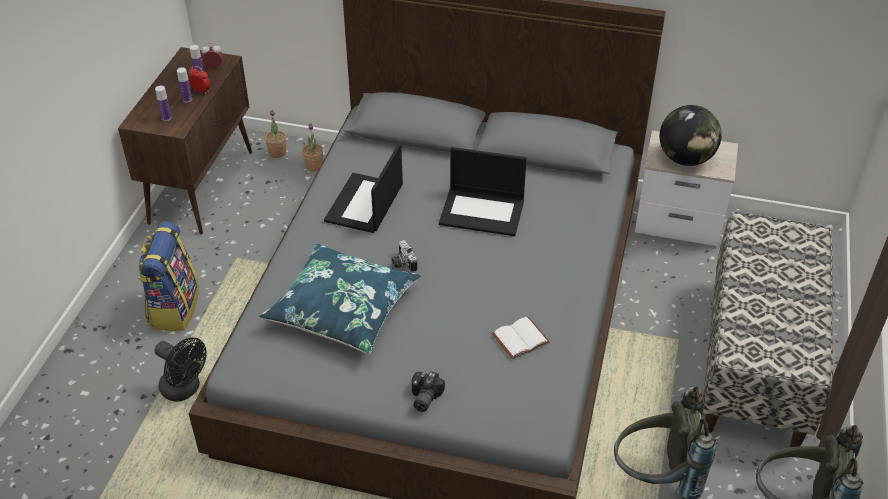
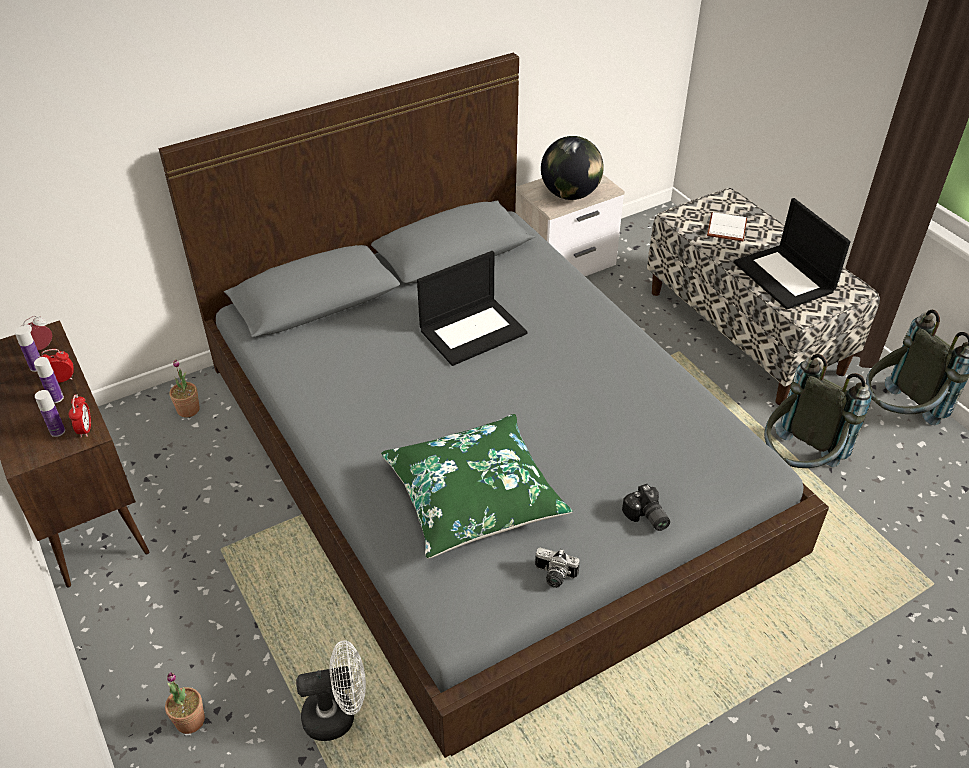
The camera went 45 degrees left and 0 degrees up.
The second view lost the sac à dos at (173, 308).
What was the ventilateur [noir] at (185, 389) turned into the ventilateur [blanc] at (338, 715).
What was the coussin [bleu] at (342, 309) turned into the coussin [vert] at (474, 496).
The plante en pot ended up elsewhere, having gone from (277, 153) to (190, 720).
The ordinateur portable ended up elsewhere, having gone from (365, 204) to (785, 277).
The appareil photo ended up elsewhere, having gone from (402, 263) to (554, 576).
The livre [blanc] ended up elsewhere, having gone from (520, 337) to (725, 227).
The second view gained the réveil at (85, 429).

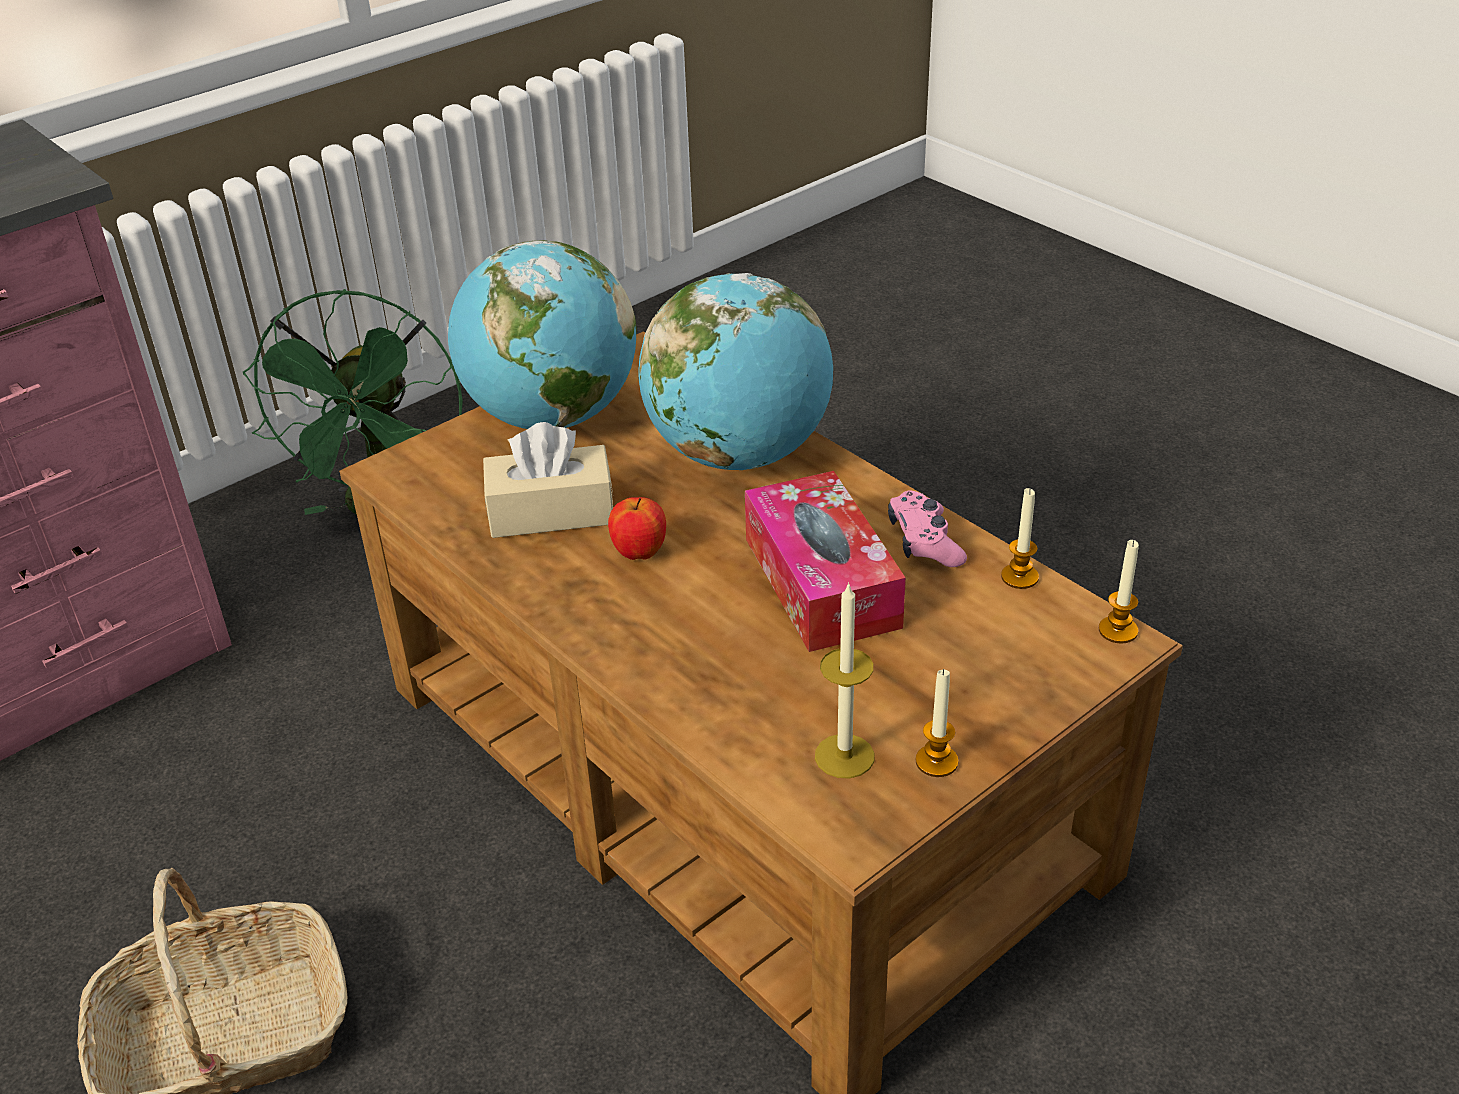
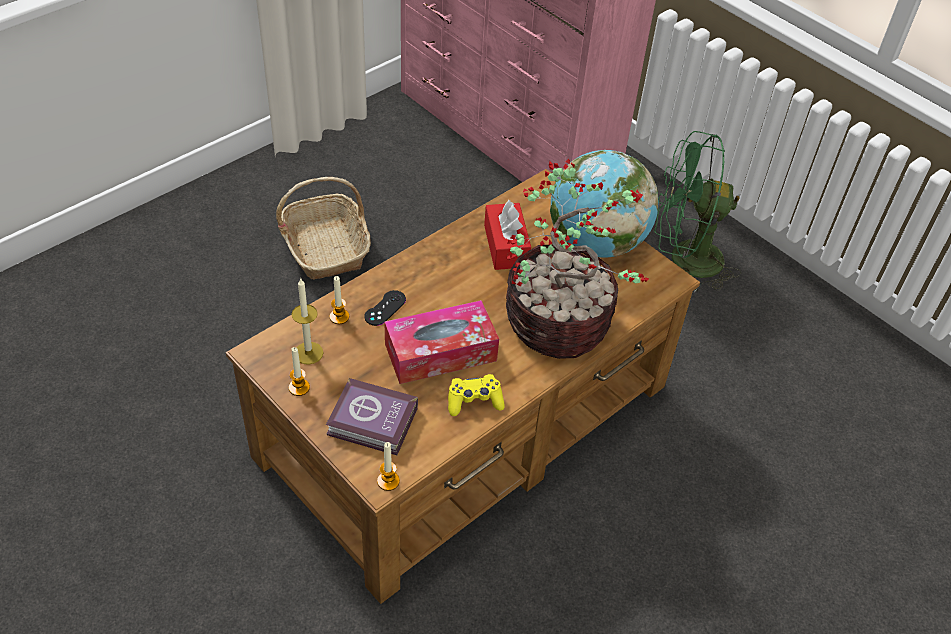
The camera went 85 degrees right and 10 degrees up.
What was the boîte à mouchoirs [beige] at (551, 512) turned into the boîte à mouchoirs [rouge] at (506, 246).
The second view lost the pomme at (639, 553).
Where the globe stood at (739, 455), the plante en pot came to stand at (561, 322).
What was the manette [rose] at (924, 542) turned into the manette [jaune] at (474, 401).
The bougie ended up elsewhere, having gone from (1019, 577) to (339, 317).
The second view gained the livre at (374, 423).
The second view gained the manette [noir] at (385, 308).

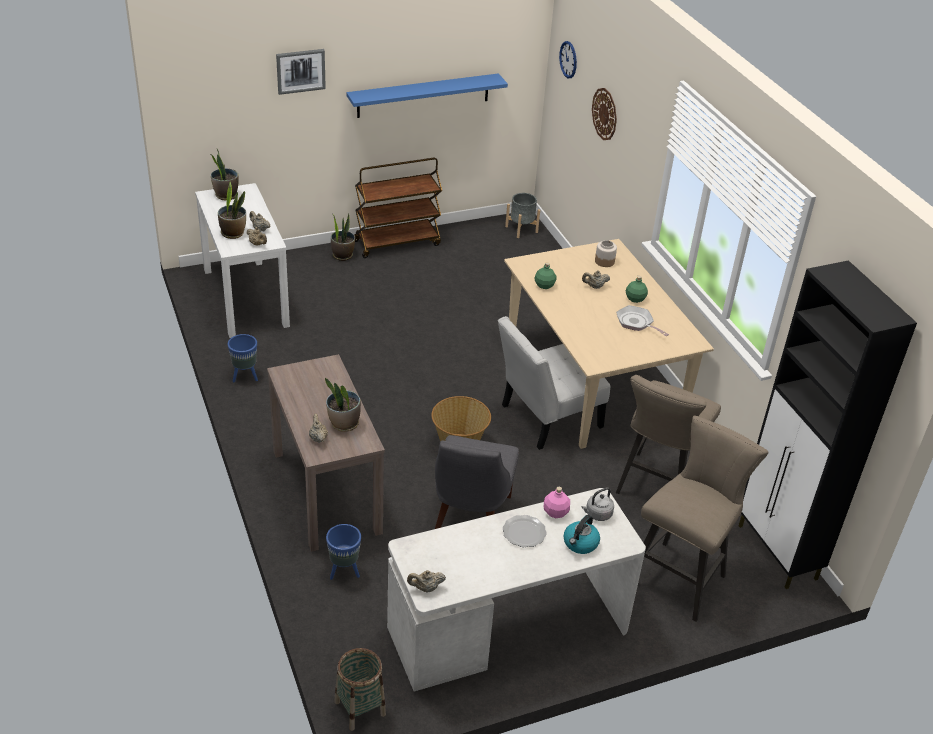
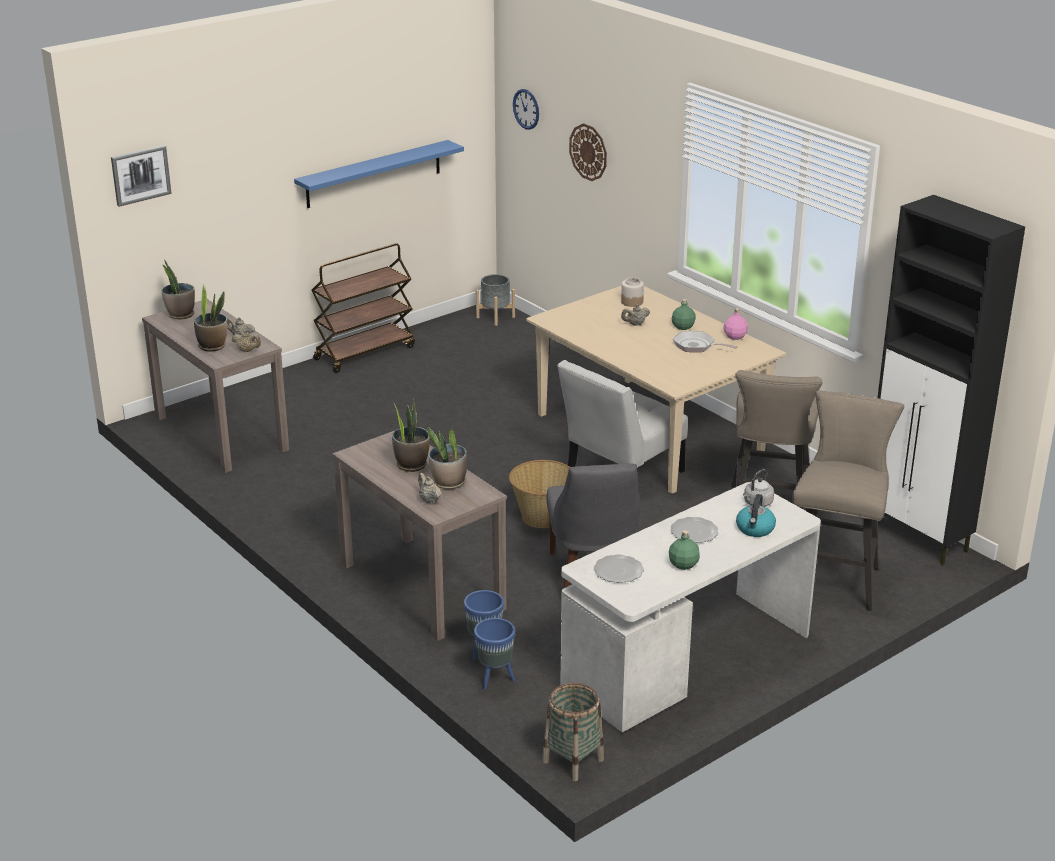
The camera went 15 degrees left and 10 degrees down.
What was the table console [blanc] at (245, 297) turned into the table console [marron] at (220, 432).
The cache-pot [bleu] ended up elsewhere, having gone from (245, 377) to (495, 679).
The tableau ended up elsewhere, having gone from (300, 71) to (140, 175).
The plante en pot ended up elsewhere, having gone from (342, 255) to (411, 464).
The second view lost the théière [beige] at (426, 588).
The bouteille [vert] ended up elsewhere, having gone from (544, 285) to (684, 565).
The bouteille [rose] ended up elsewhere, having gone from (555, 512) to (735, 336).
The second view gained the assiette at (618, 570).

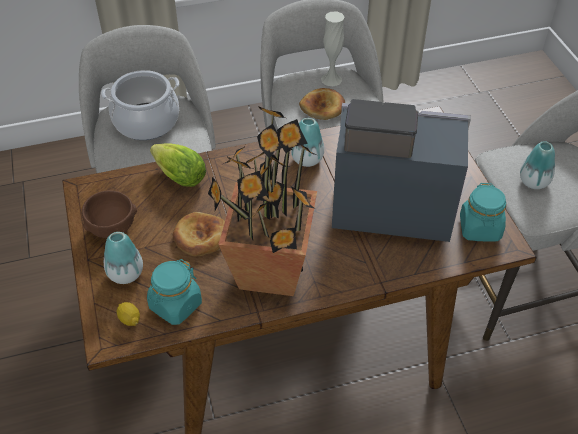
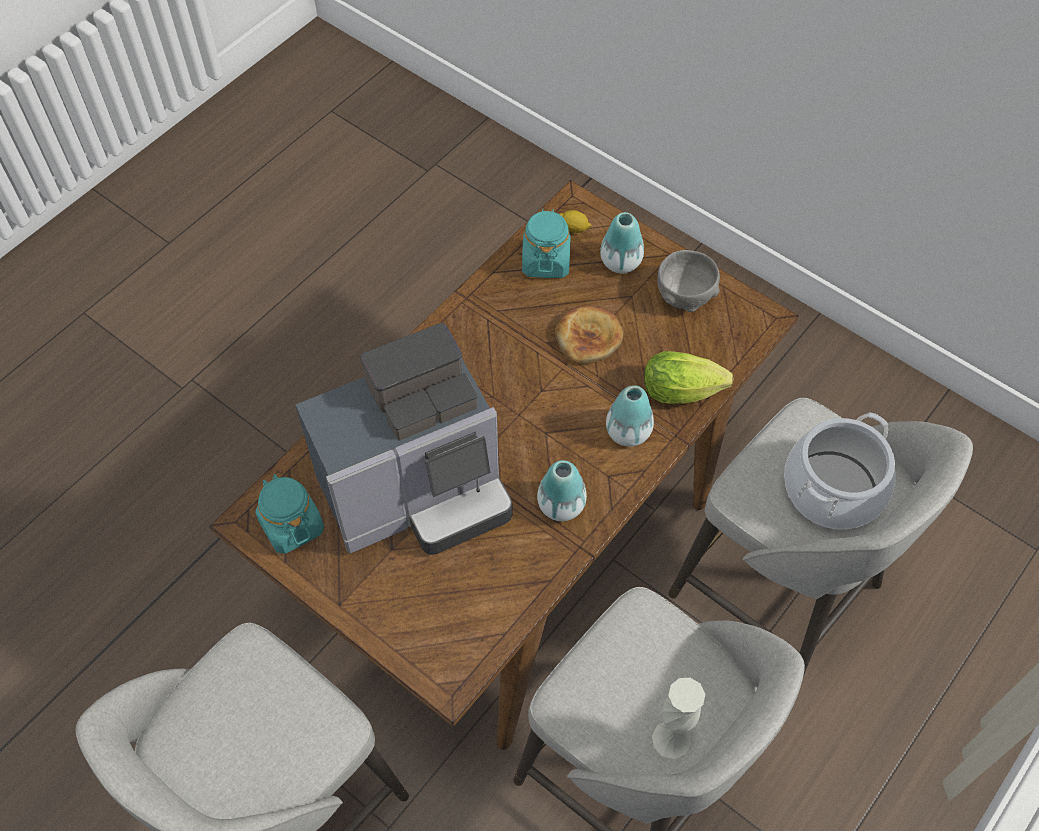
The camera went 145 degrees right and 10 degrees up.
What was the bol [marron] at (112, 227) turned into the bol [gris] at (685, 295).
The second view lost the plante en pot at (269, 271).
The second view lost the pain at (323, 107).
The vase ended up elsewhere, having gone from (533, 182) to (628, 432).

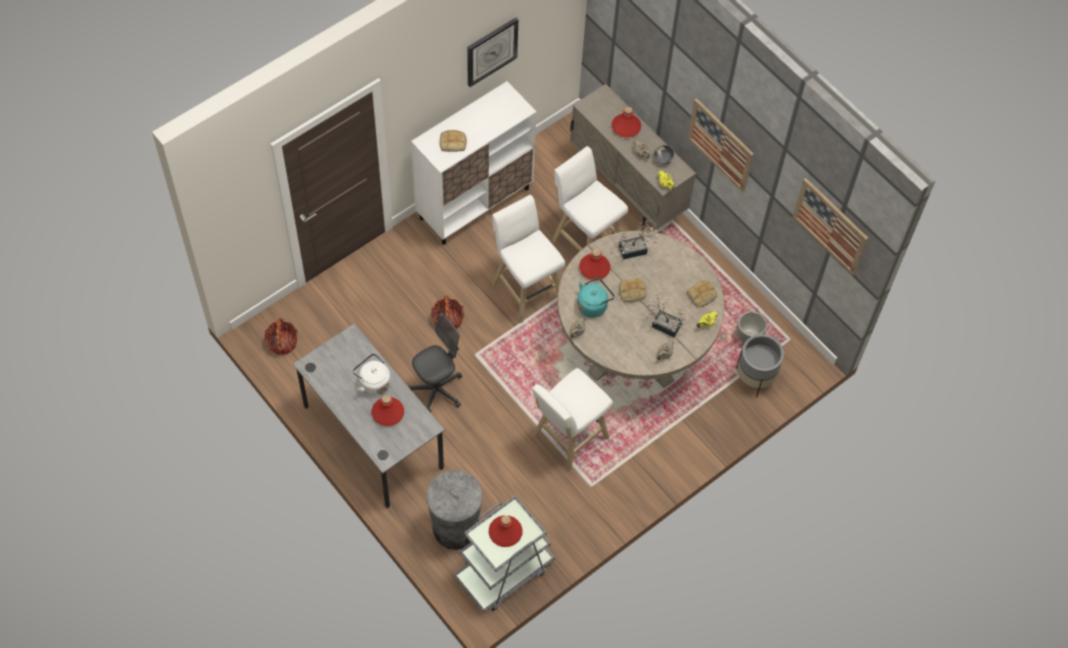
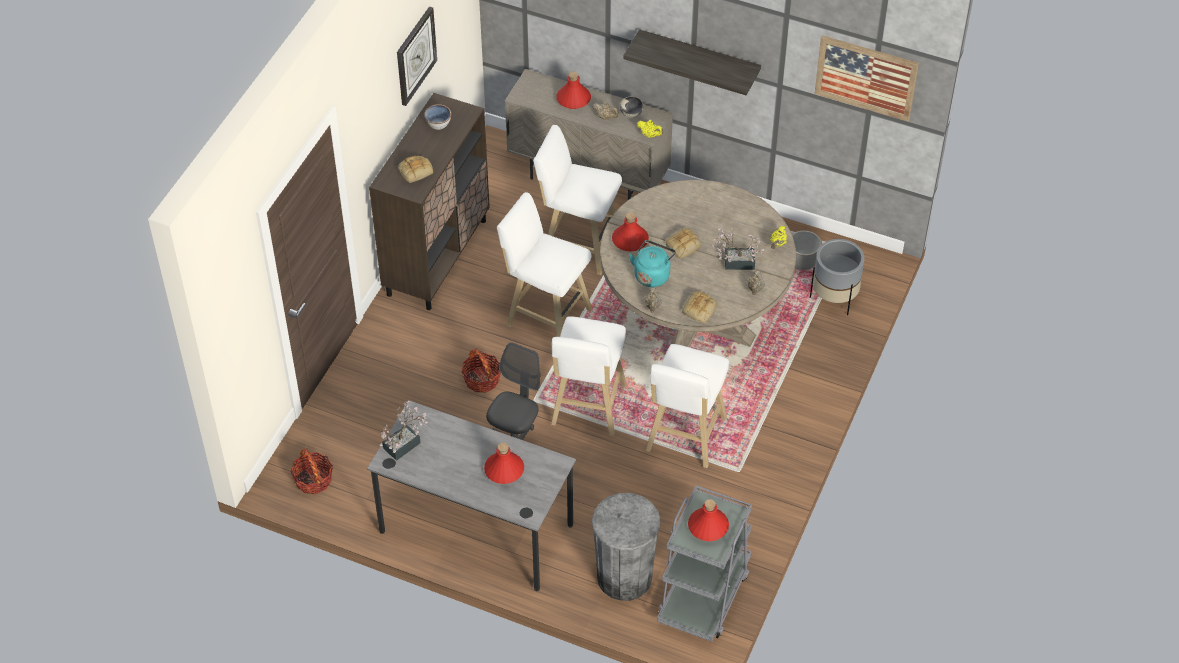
The camera went 25 degrees left and 10 degrees down.
The second view lost the bouilloire [blanc] at (373, 382).
What was the meuble de rangement [blanc] at (475, 203) turned into the meuble de rangement [marron] at (437, 257).
The plante en pot ended up elsewhere, having gone from (636, 249) to (405, 443).
Where the tableau hung at (720, 144), the étagère came to hang at (699, 59).
The pain ended up elsewhere, having gone from (701, 295) to (700, 310).
The second view gained the bol at (438, 124).
The second view gained the tabouret [blanc] at (587, 408).

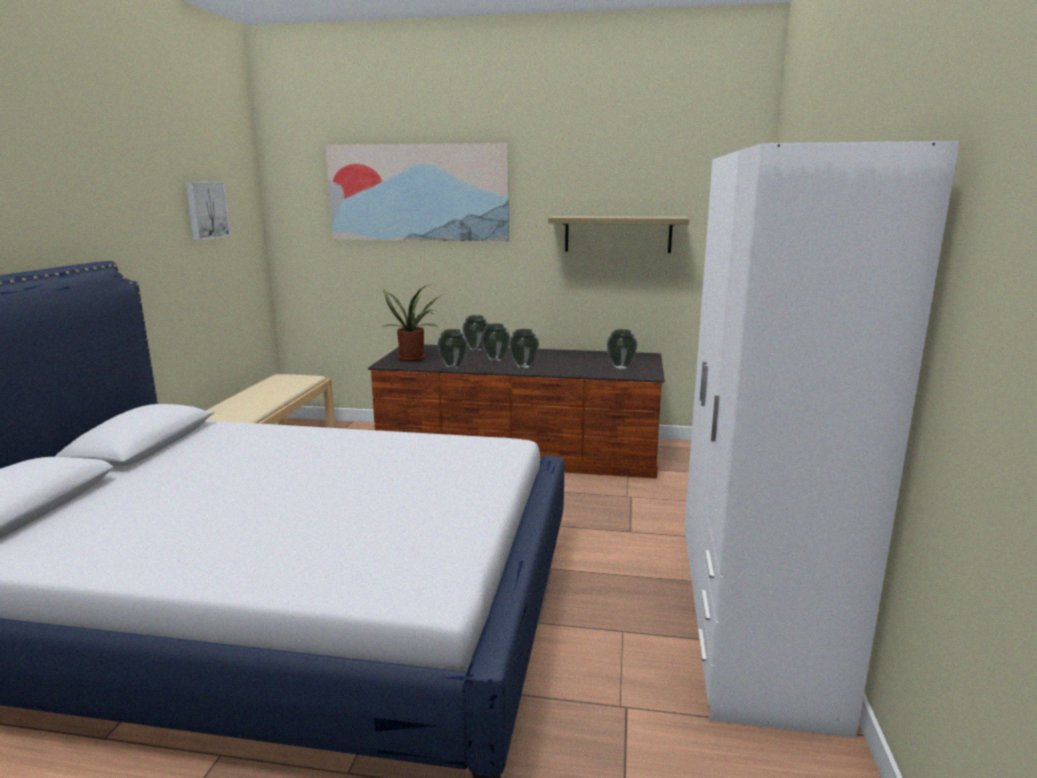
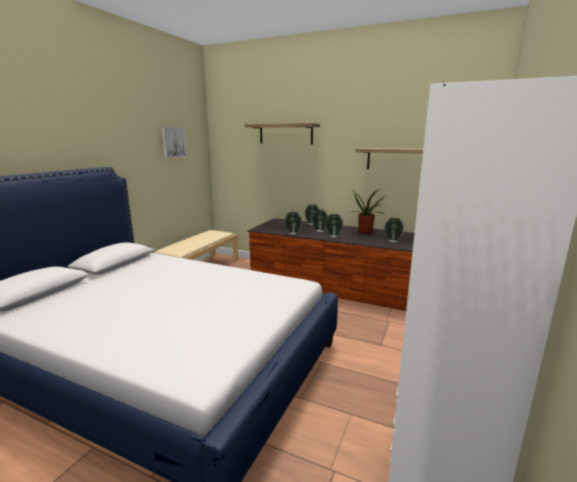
The camera went 15 degrees right and 0 degrees up.
Where the tableau hung at (418, 193), the étagère came to hang at (285, 134).
The plante en pot ended up elsewhere, having gone from (413, 358) to (366, 231).

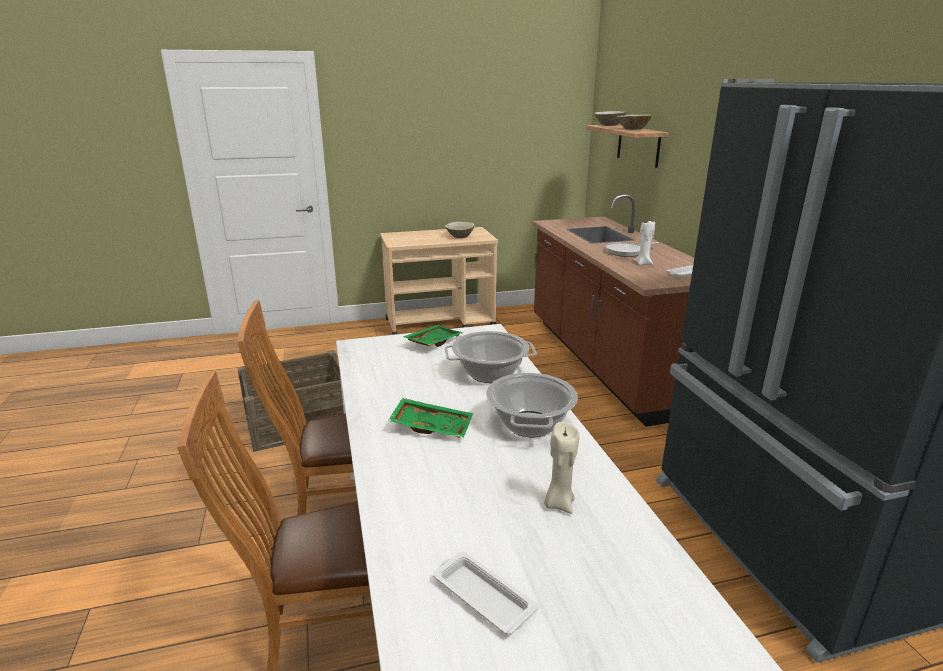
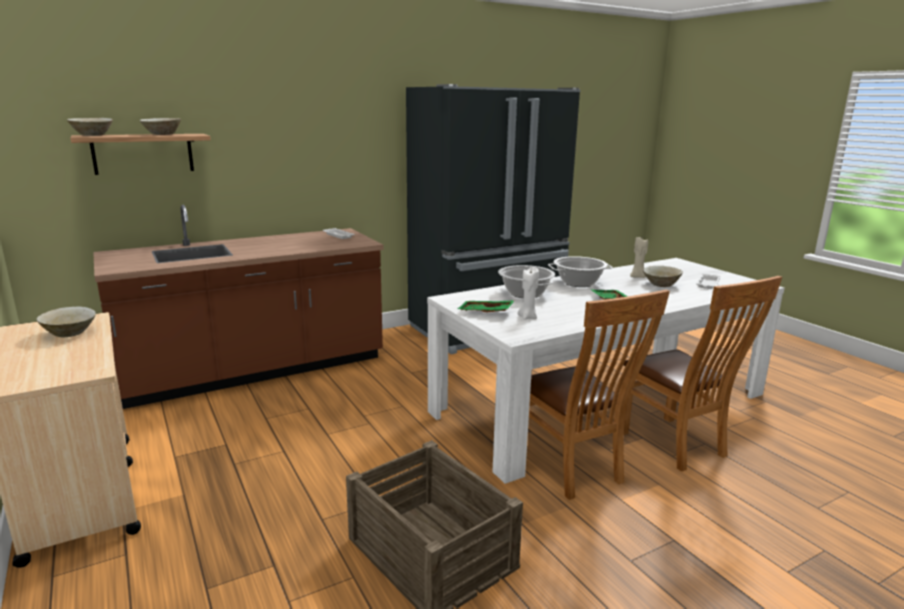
The camera went 105 degrees left and 5 degrees down.
The second view lost the poêle at (627, 252).
The bougie [blanc] ended up elsewhere, having gone from (643, 263) to (527, 317).
The second view gained the bol [beige] at (661, 285).

